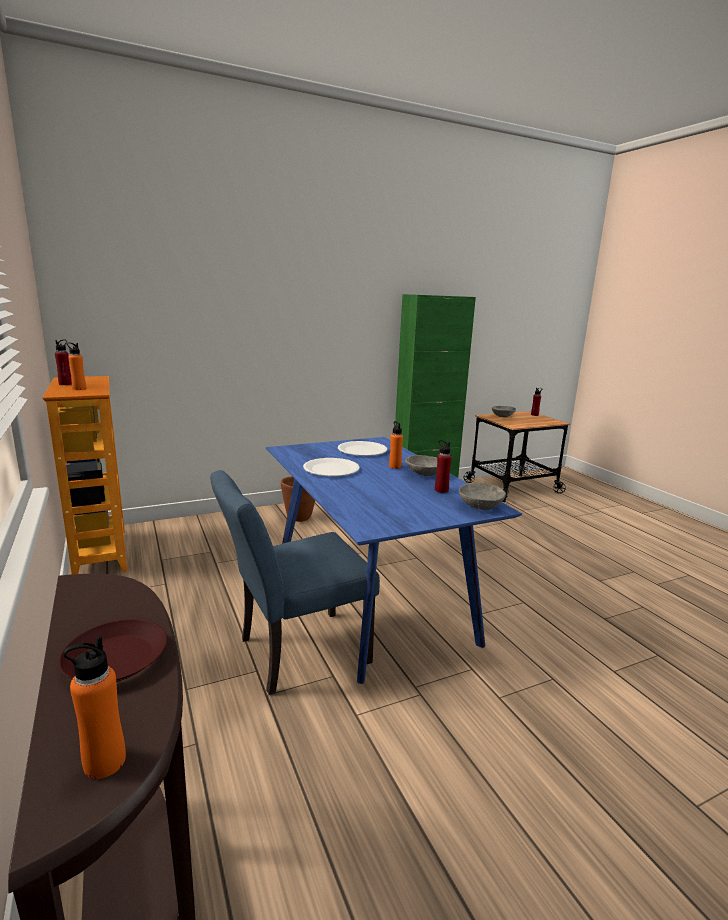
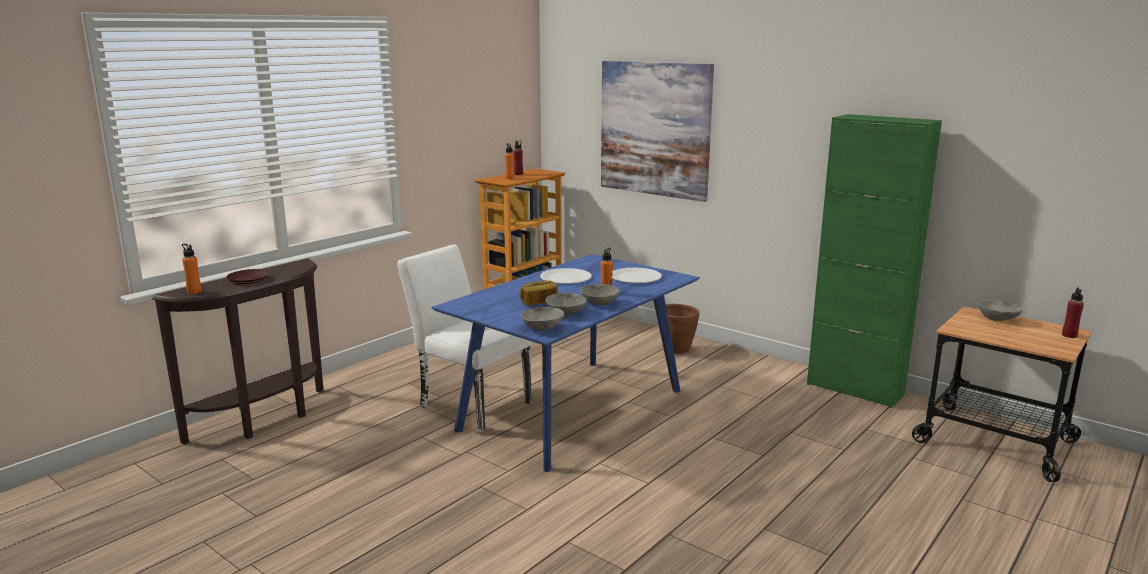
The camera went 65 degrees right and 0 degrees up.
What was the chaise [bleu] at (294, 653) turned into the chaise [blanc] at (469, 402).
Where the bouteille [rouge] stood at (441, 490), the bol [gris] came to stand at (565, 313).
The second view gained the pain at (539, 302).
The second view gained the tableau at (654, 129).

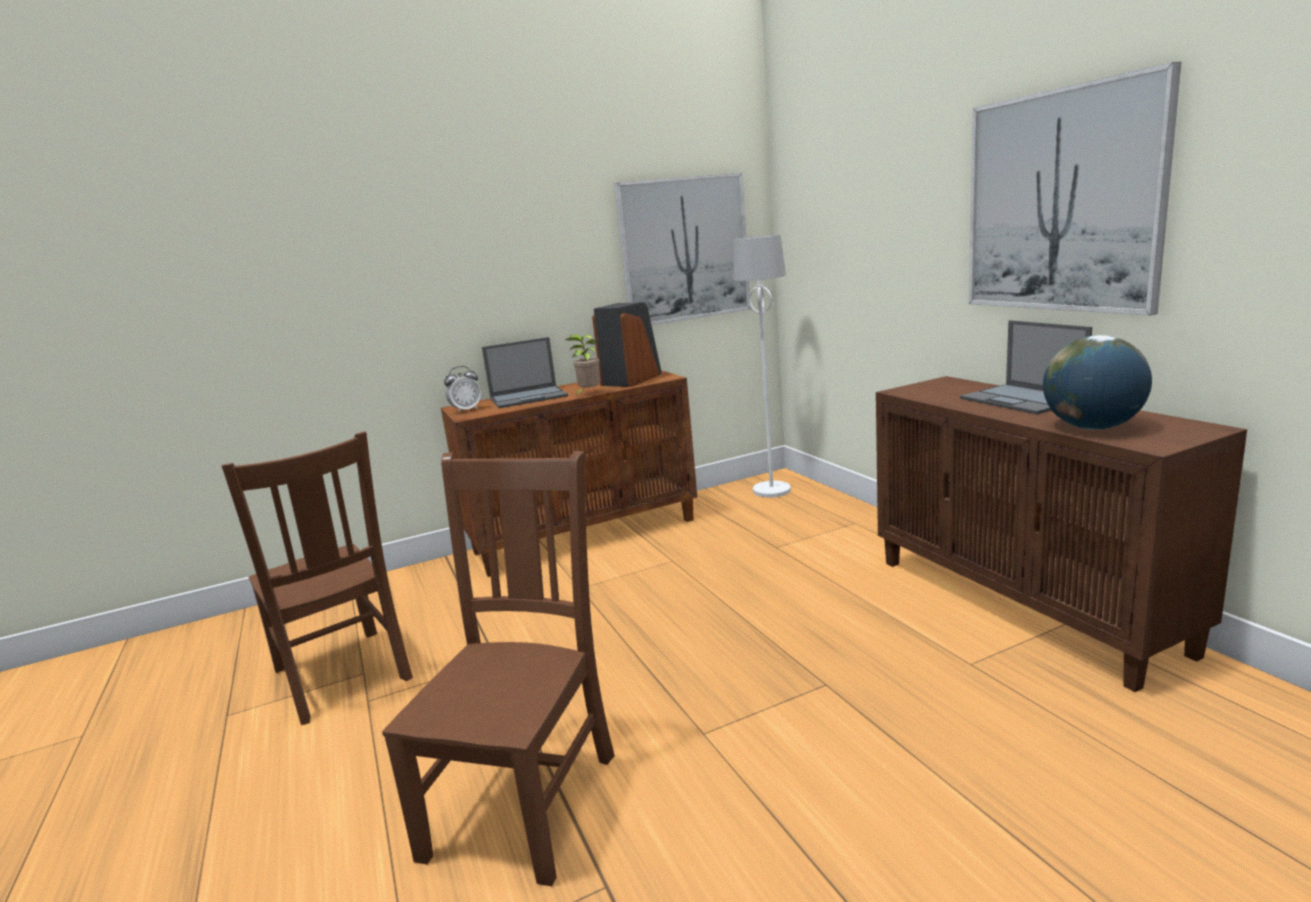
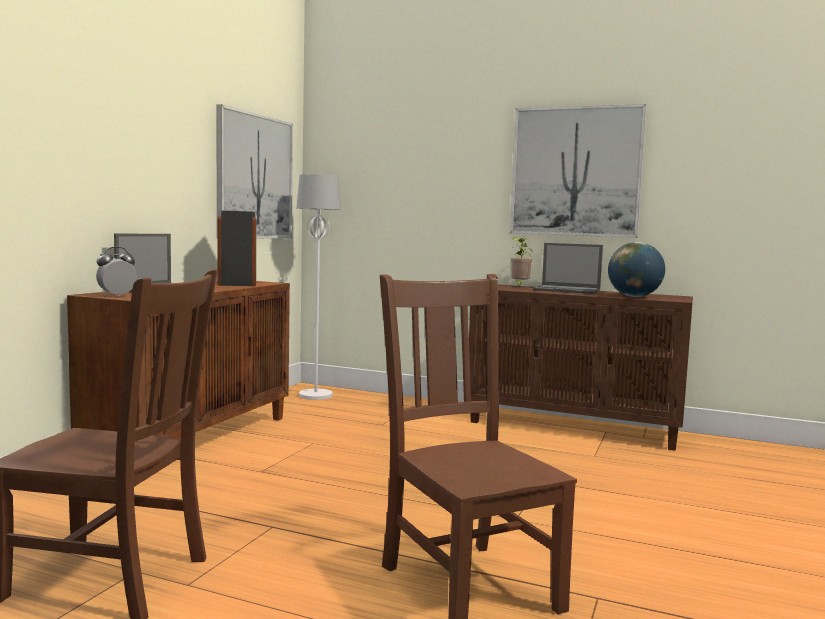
The camera went 45 degrees left and 10 degrees down.
The réveil at (466, 410) ended up facing another way, 150 degrees counterclockwise from before.
The plante en pot ended up elsewhere, having gone from (588, 394) to (519, 286).

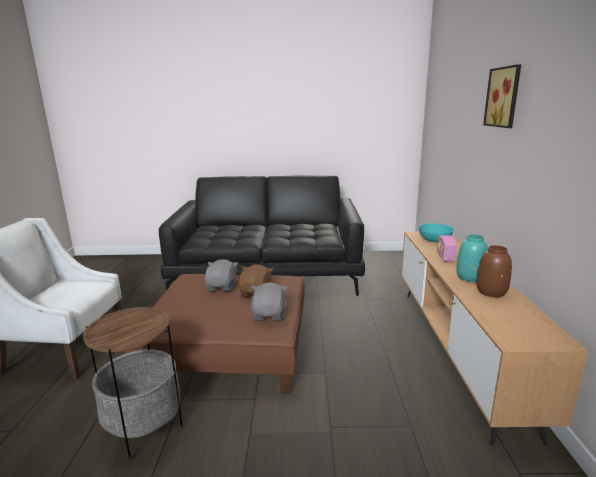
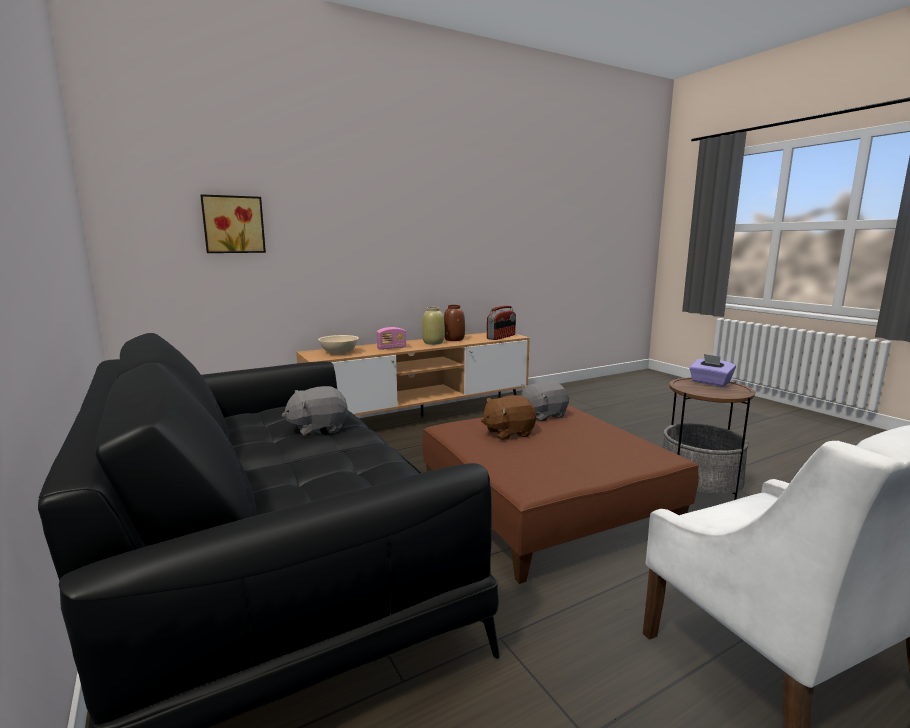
The camera went 120 degrees left and 5 degrees down.
The peluche [gris] ended up elsewhere, having gone from (222, 287) to (318, 429).
What was the bol [turquoise] at (434, 240) turned into the bol [beige] at (339, 352).
What was the vase [turquoise] at (470, 277) turned into the vase [beige] at (433, 343).
The tableau ended up elsewhere, having gone from (504, 97) to (233, 224).
The second view gained the radio at (501, 337).
The second view gained the boîte à mouchoirs [violet] at (710, 382).

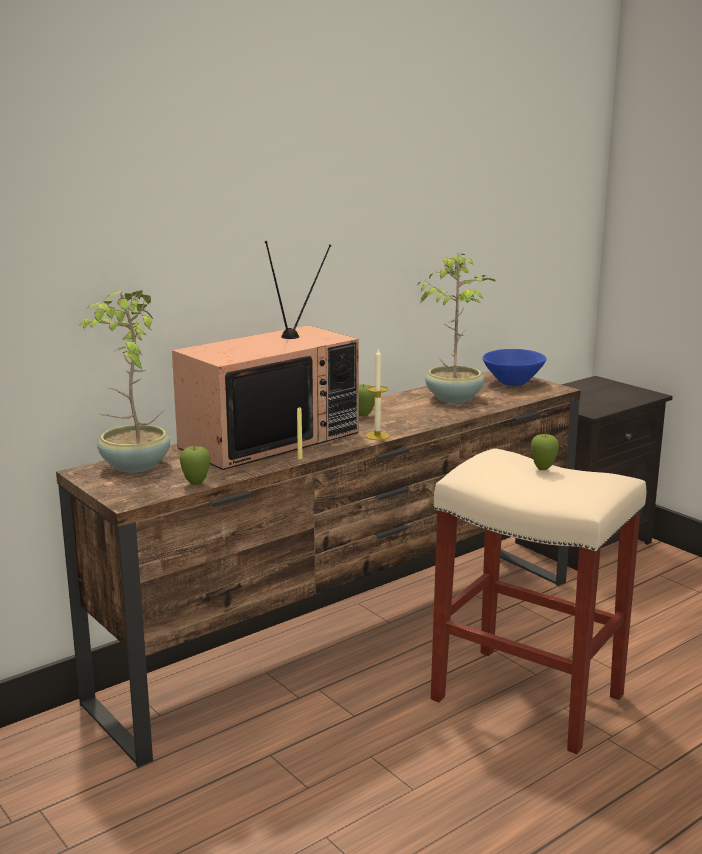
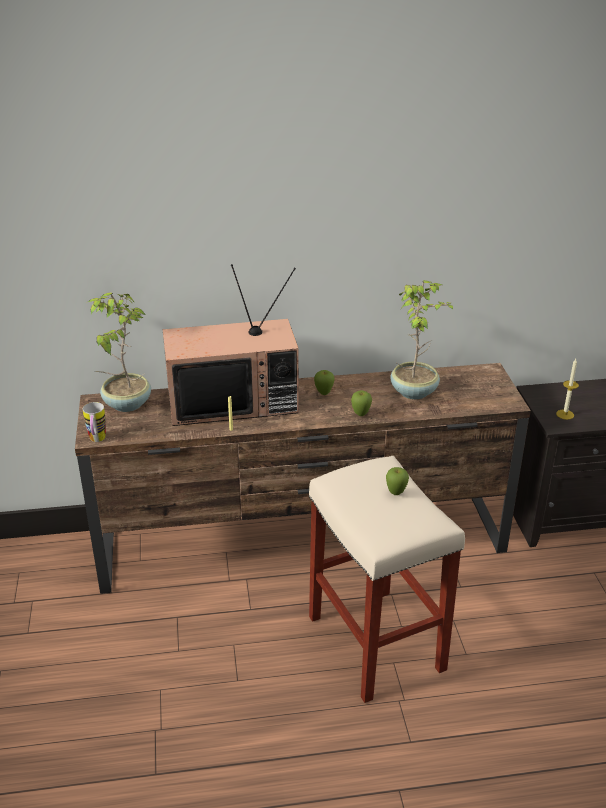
The camera went 30 degrees right and 15 degrees up.
The pomme ended up elsewhere, having gone from (196, 484) to (361, 415).
The bougie ended up elsewhere, having gone from (377, 436) to (565, 414).
The second view lost the bol [bleu] at (512, 382).
The second view gained the mug at (97, 441).

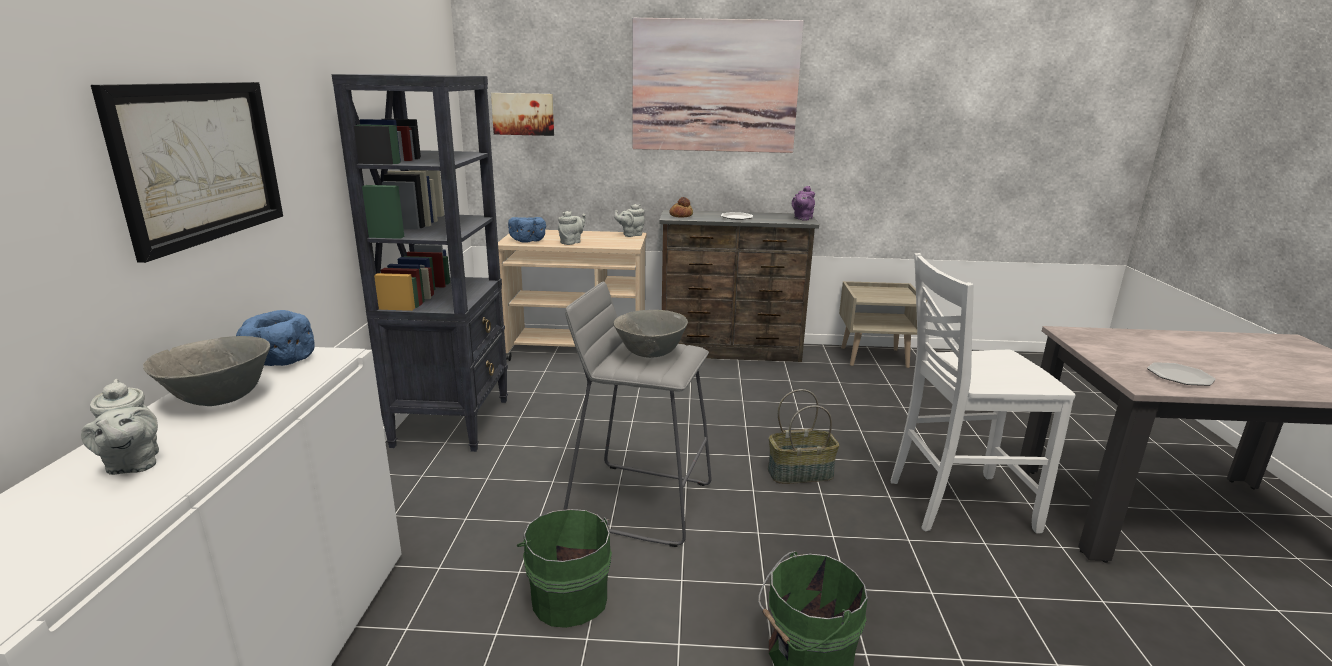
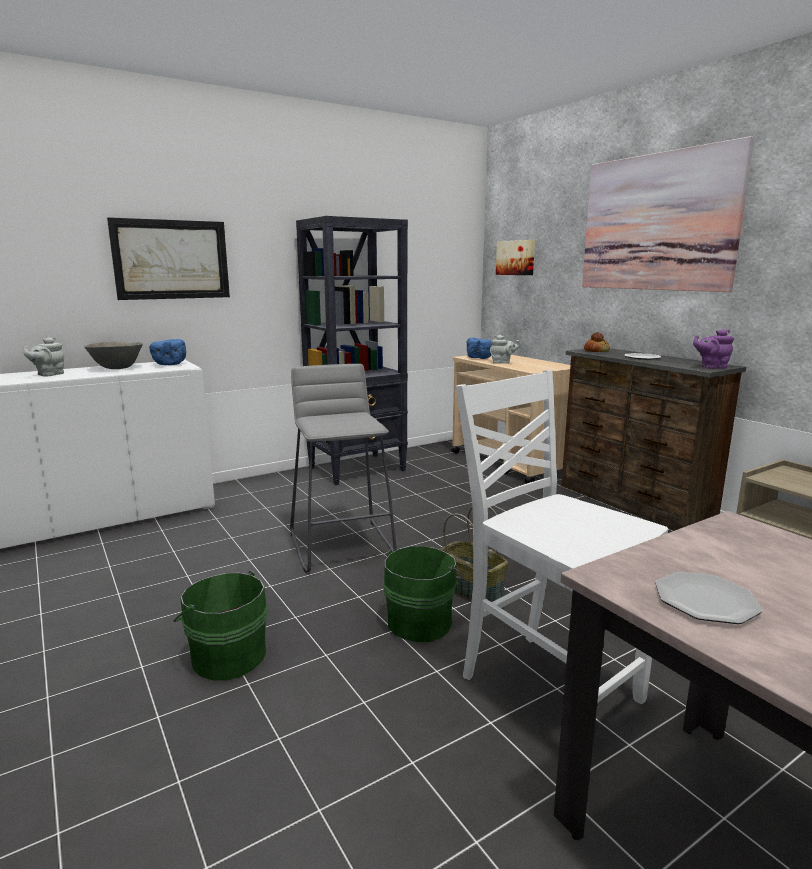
The camera went 55 degrees right and 5 degrees down.
The seau [vert] ended up elsewhere, having gone from (568, 596) to (421, 621).
The second view lost the théière [gris] at (631, 235).
The second view lost the bol [gris] at (650, 354).

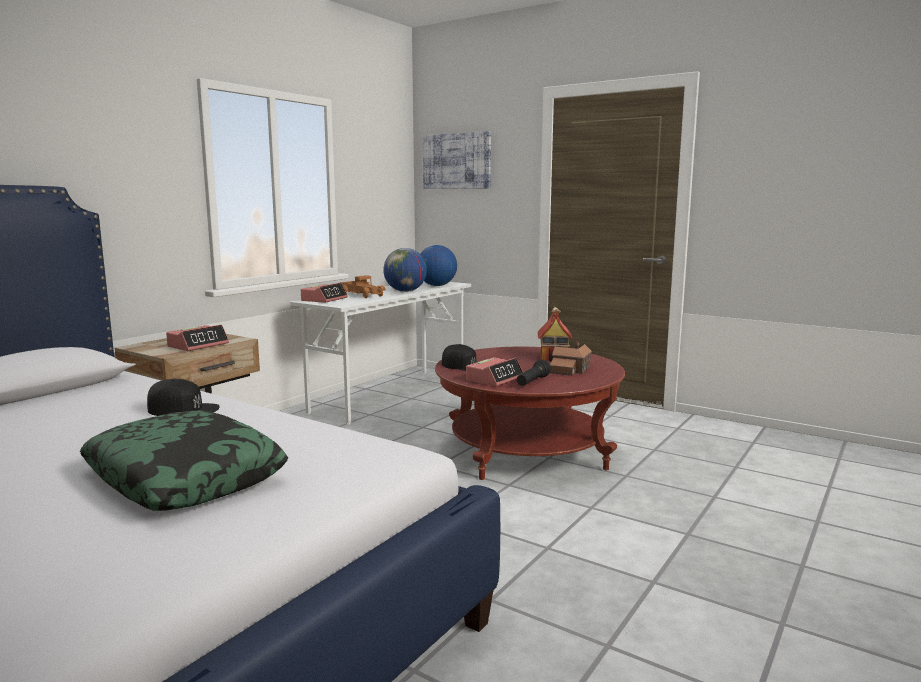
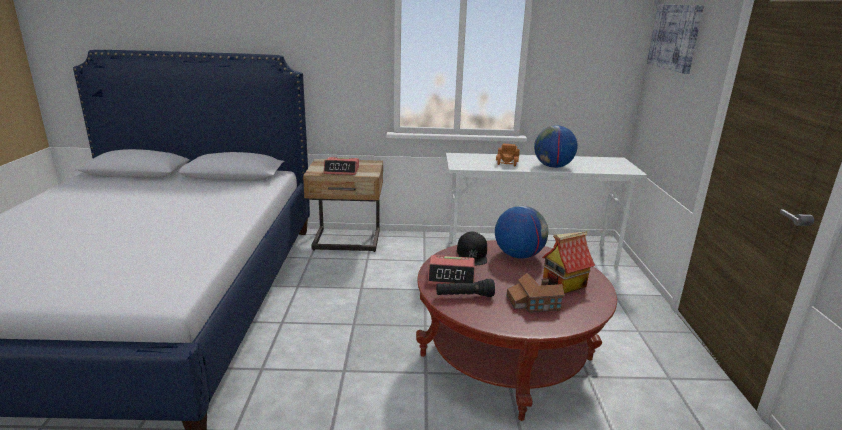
The camera went 55 degrees right and 10 degrees up.
The second view lost the coussin at (186, 477).
The second view lost the casquette [noir] at (183, 409).
The second view lost the réveil at (324, 299).
The globe ended up elsewhere, having gone from (436, 285) to (518, 255).

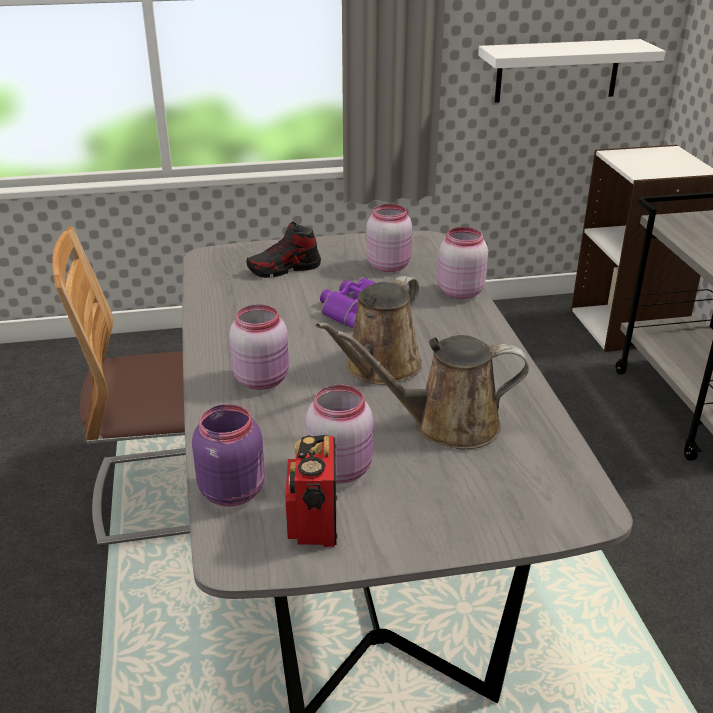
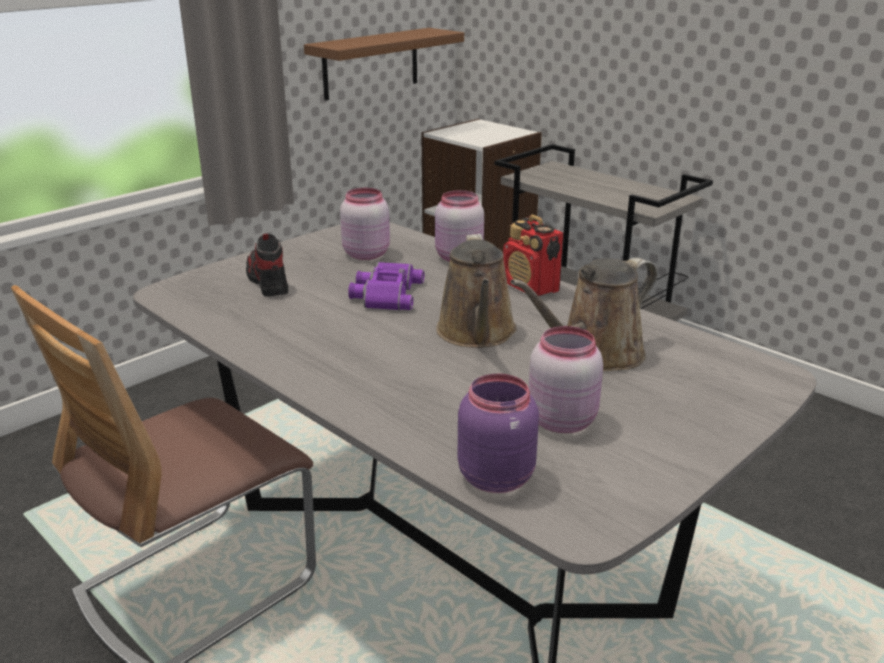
The camera went 35 degrees left and 5 degrees down.
The second view lost the bocal [rose] at (263, 379).
The chaussure at (284, 269) ended up facing another way, 120 degrees clockwise from before.
The radio ended up elsewhere, having gone from (313, 524) to (531, 287).
What was the étagère [blanc] at (557, 71) turned into the étagère [marron] at (371, 63).

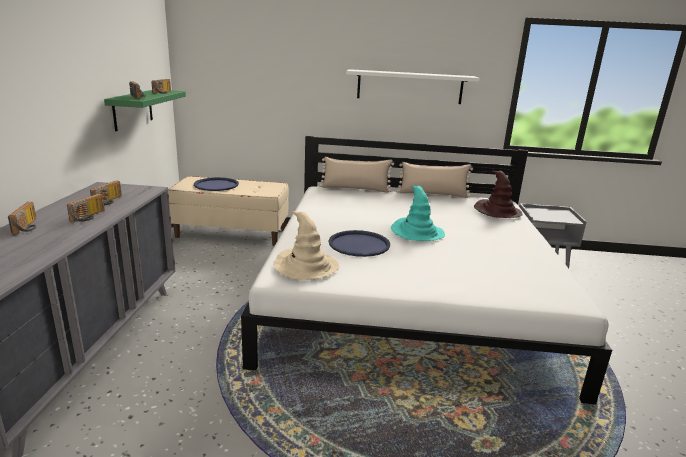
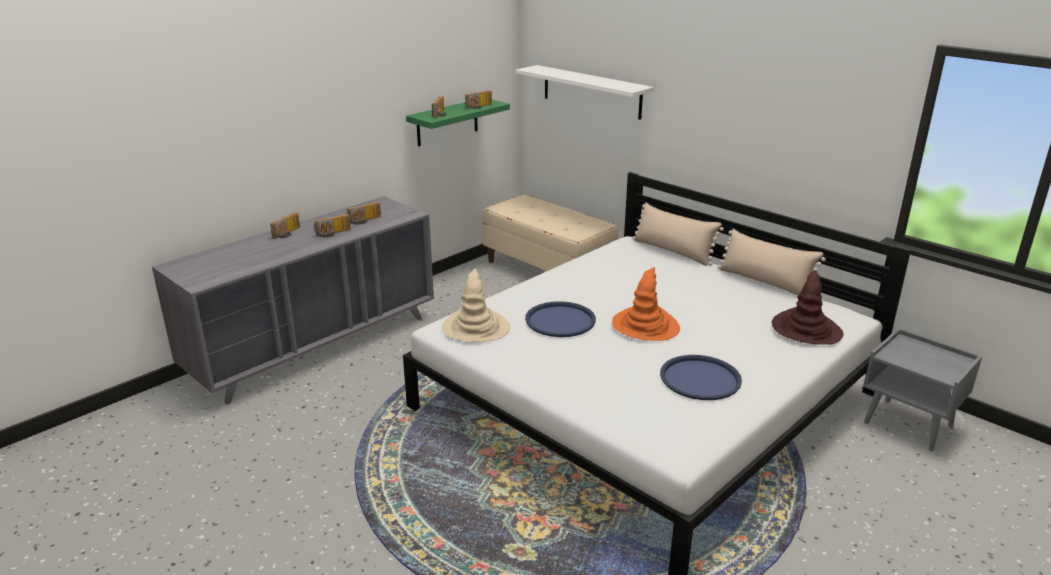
The camera went 40 degrees right and 5 degrees up.
The plateau [bleu] ended up elsewhere, having gone from (216, 185) to (700, 378).
The étagère [blanc] ended up elsewhere, having gone from (409, 87) to (591, 91).
What was the chapeau [turquoise] at (417, 232) turned into the chapeau [orange] at (645, 325).

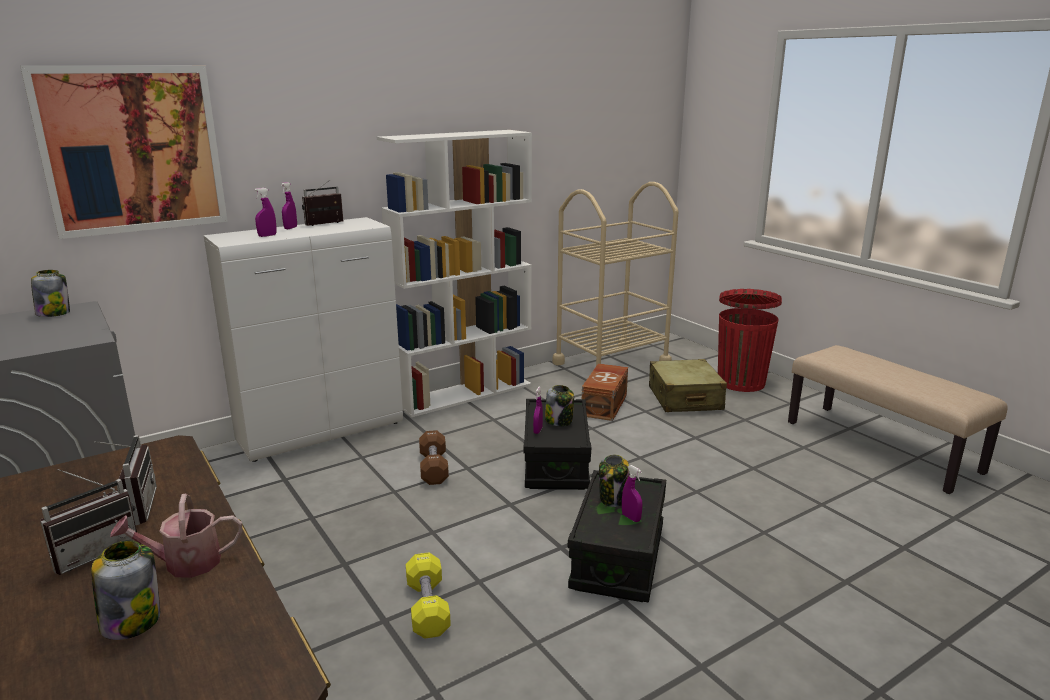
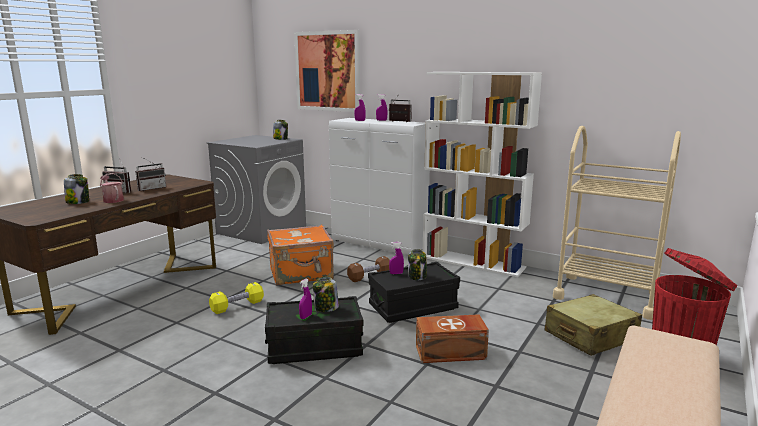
The camera went 65 degrees right and 5 degrees down.
The boîte de rangement [marron] ended up elsewhere, having gone from (605, 405) to (451, 353).
The second view gained the valise [orange] at (301, 274).

